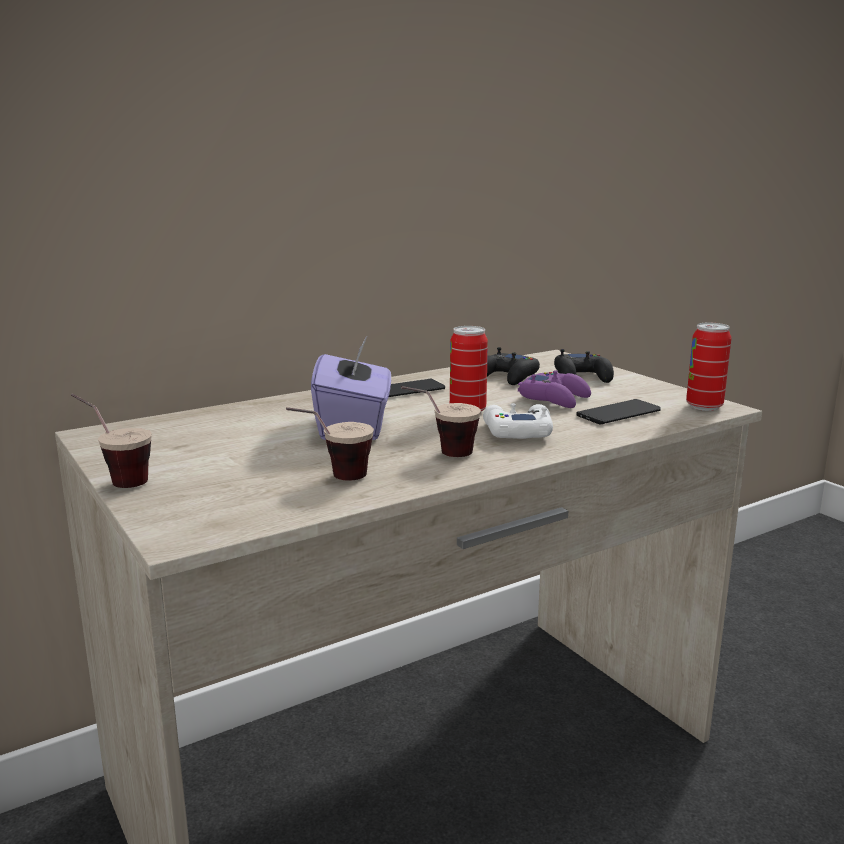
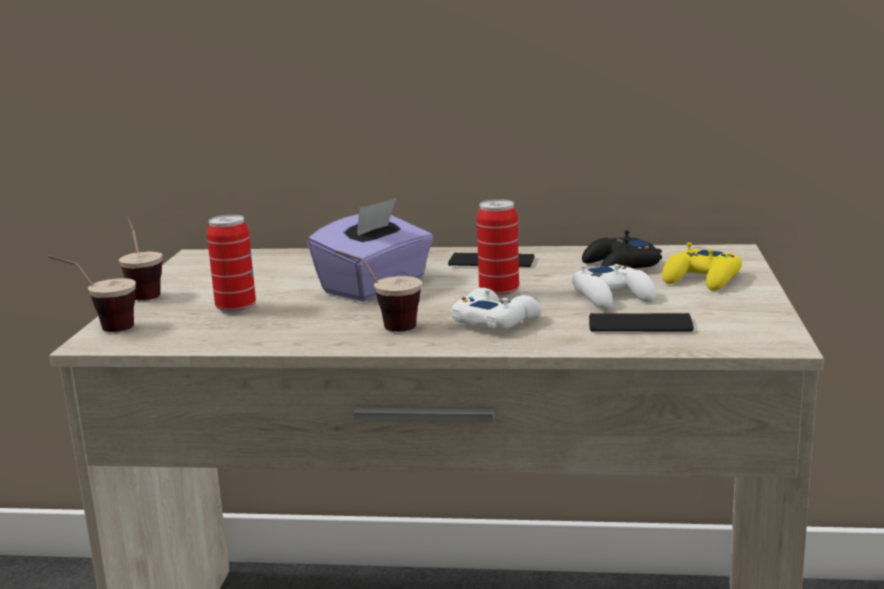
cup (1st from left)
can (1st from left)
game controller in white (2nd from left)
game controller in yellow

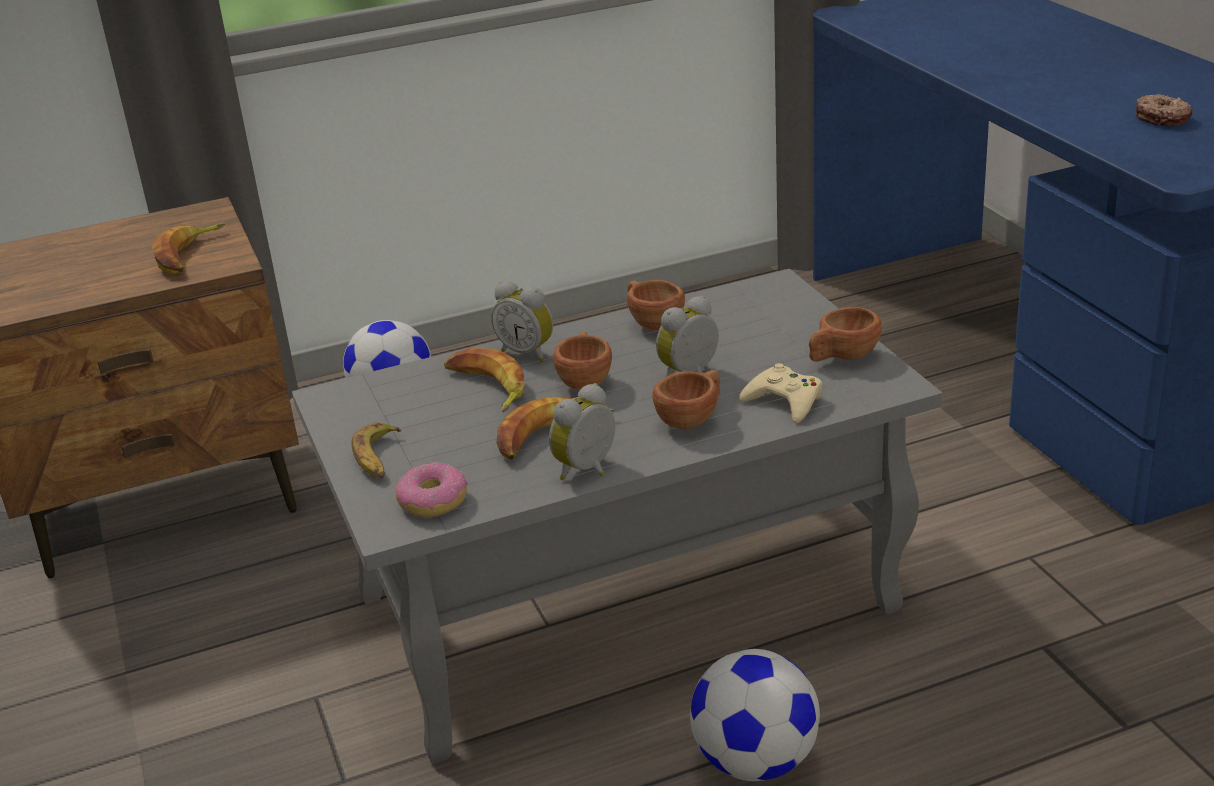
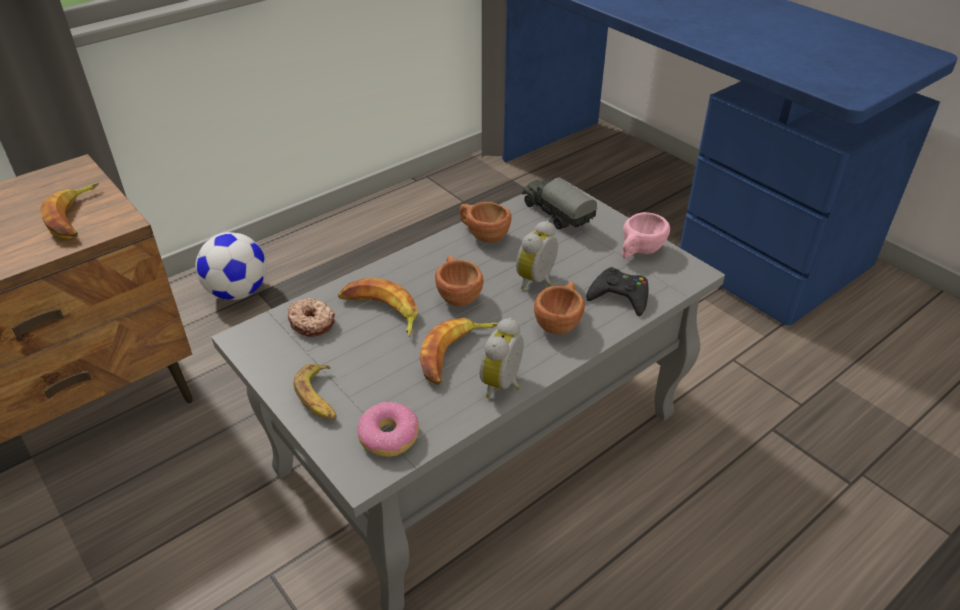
alarm clock (1st from left in the first image)
football (2nd from left in the first image)
toy truck
donut (1st from left)
game controller in black
cup in pink

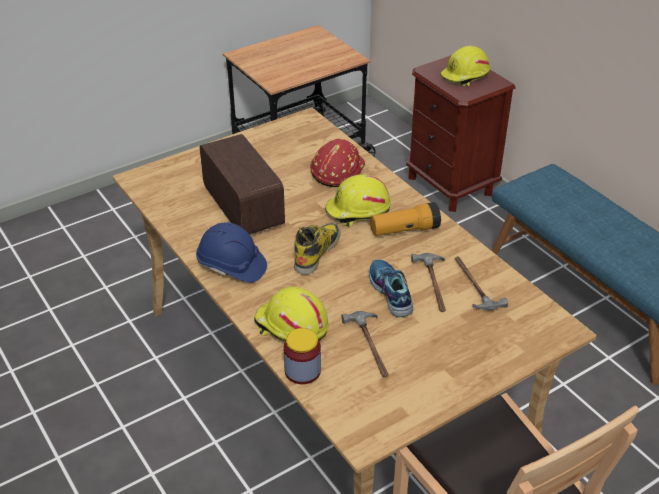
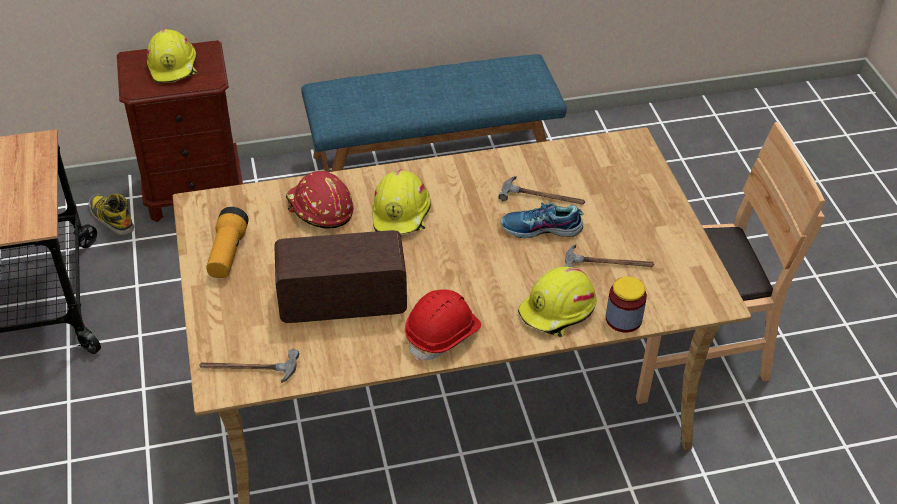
boot
flashlight
hammer (1st from left)
hard hat in red (2nd from left)

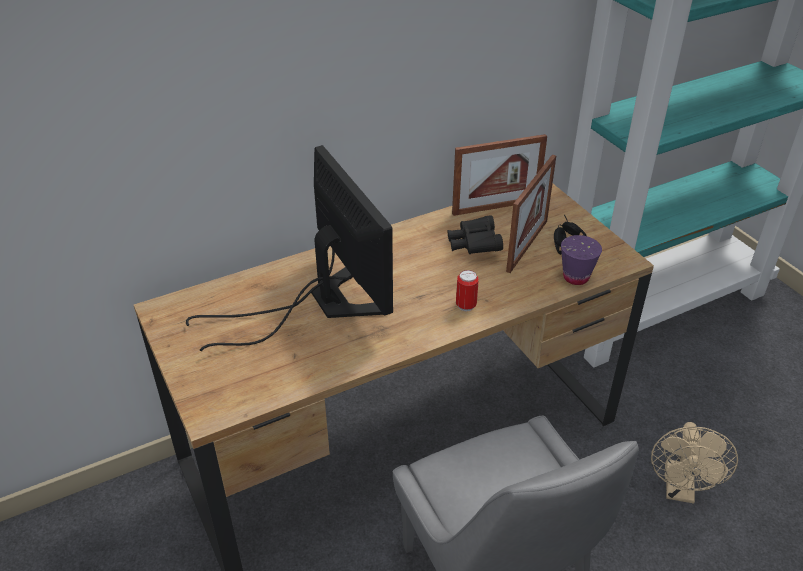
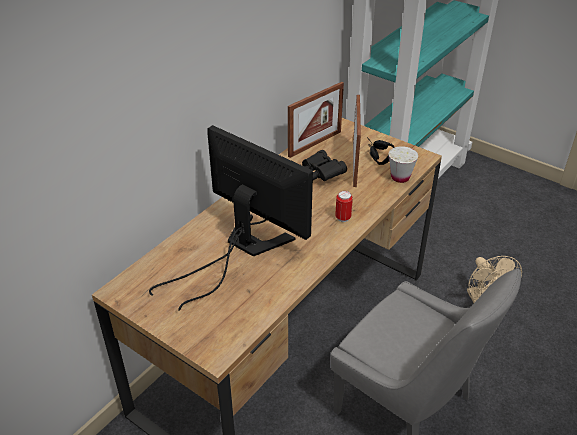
cup in white

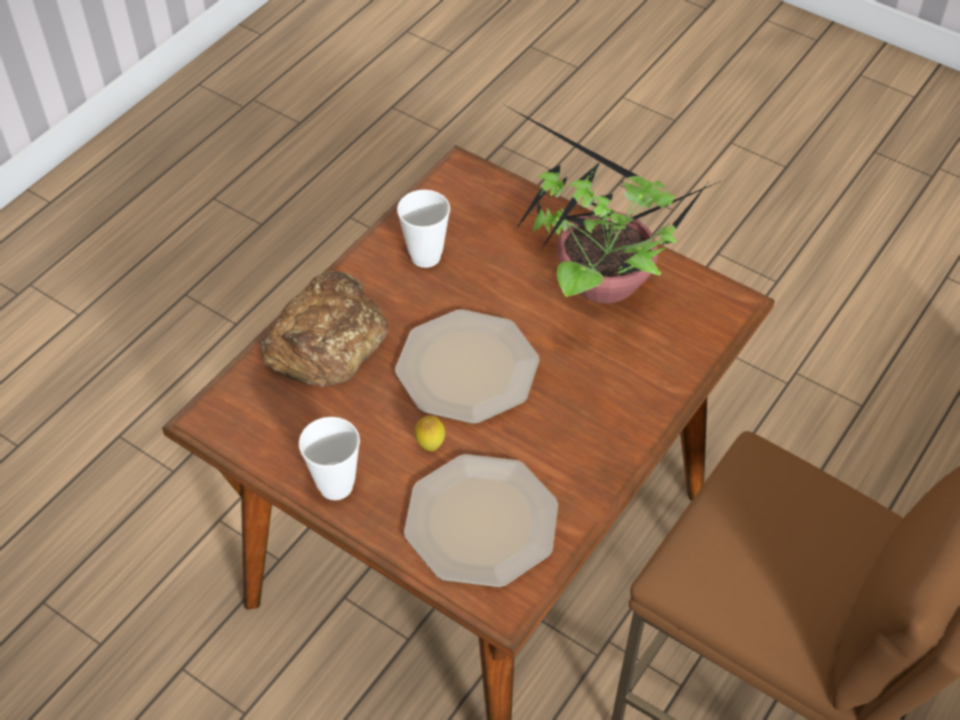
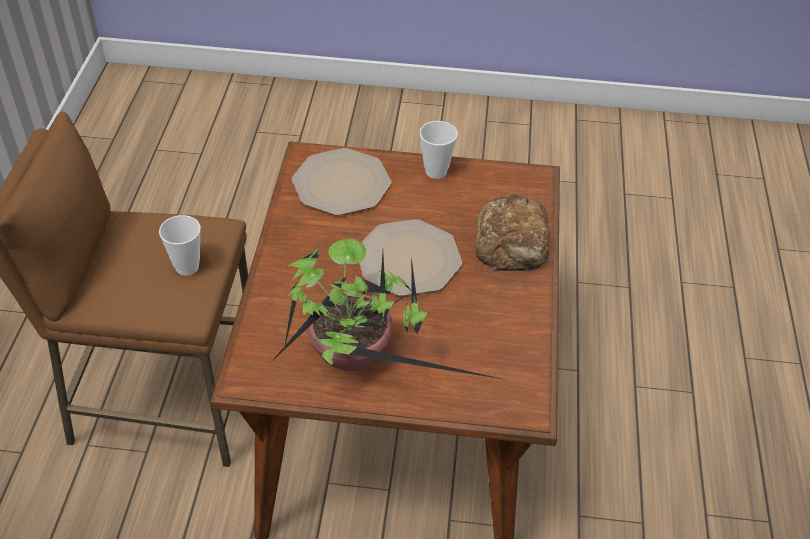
lemon
cup (1st from left)

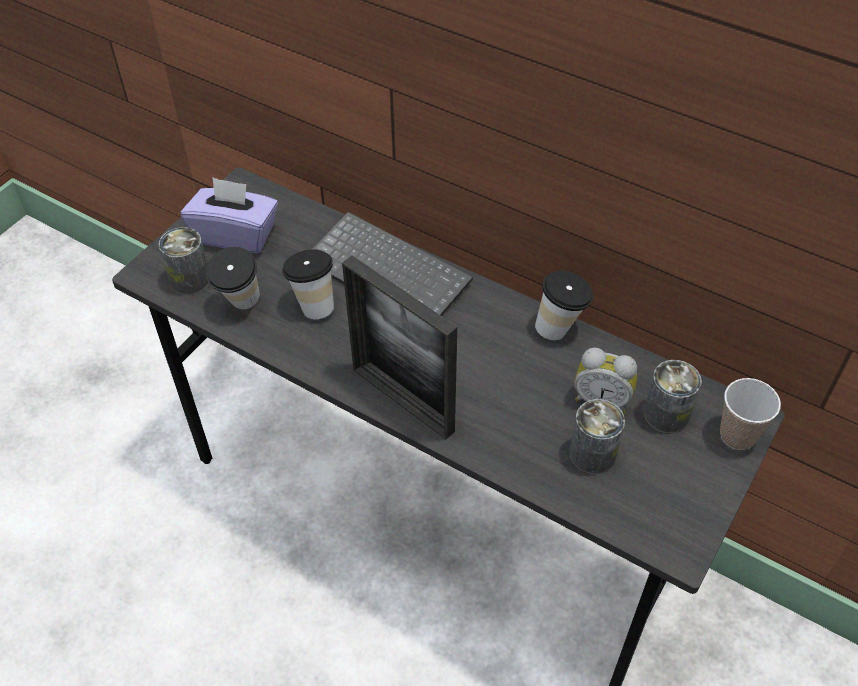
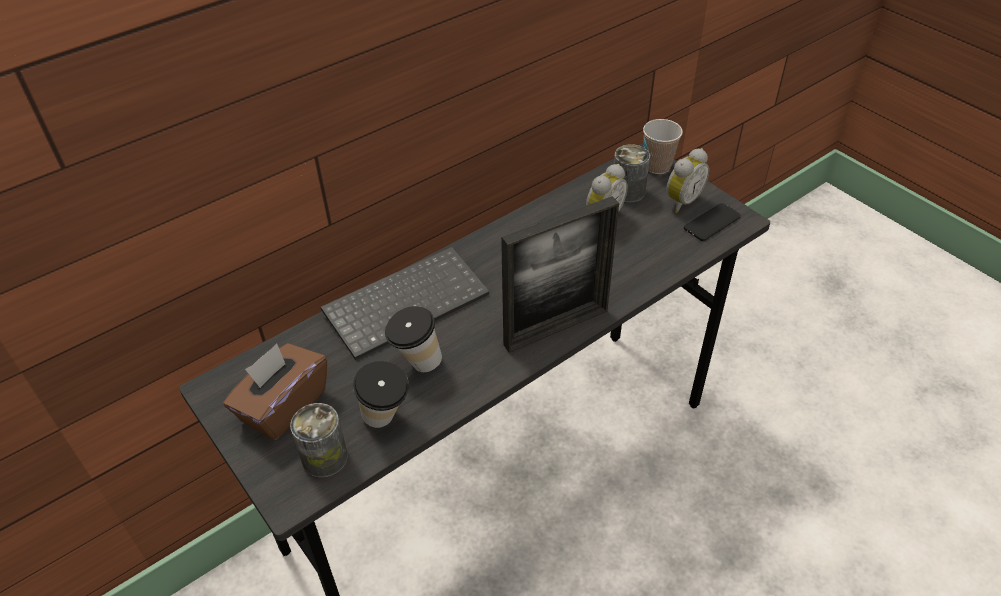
cup (3rd from left in the first image)
can (2nd from left in the first image)
alarm clock (2nd from left)
phone
tissue box in brown

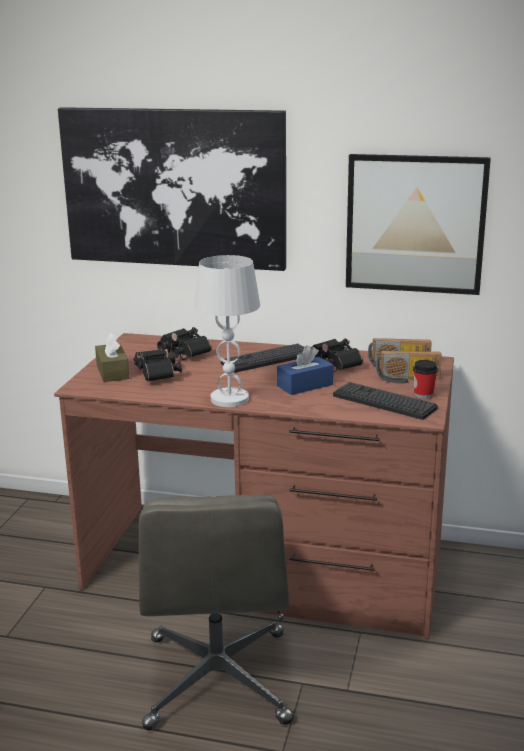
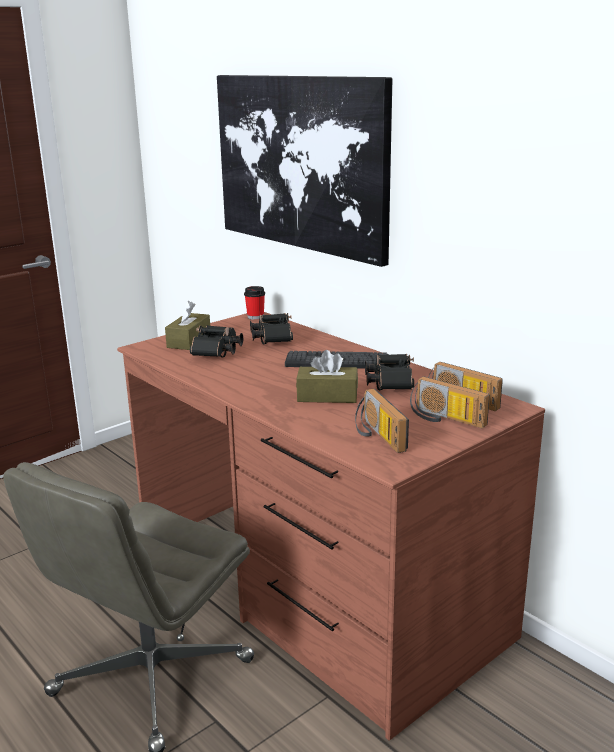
table lamp in white
picture (2nd from left in the first image)
cup
radio (1st from left)
tissue box in brown (2nd from left)

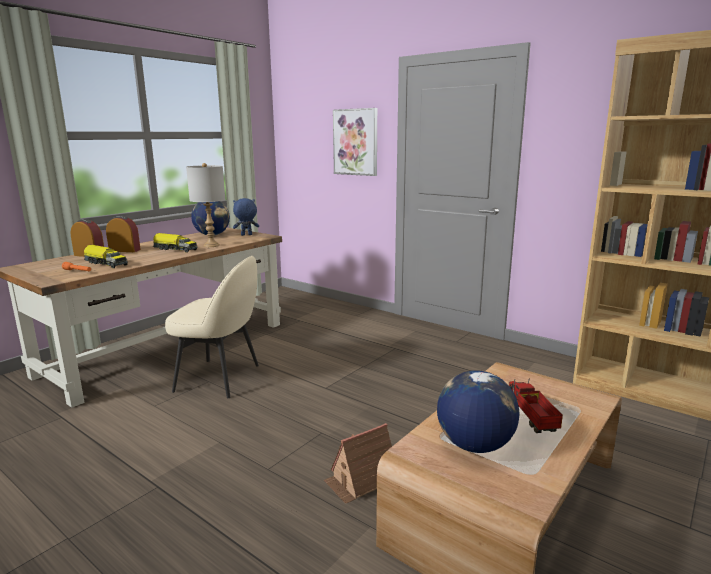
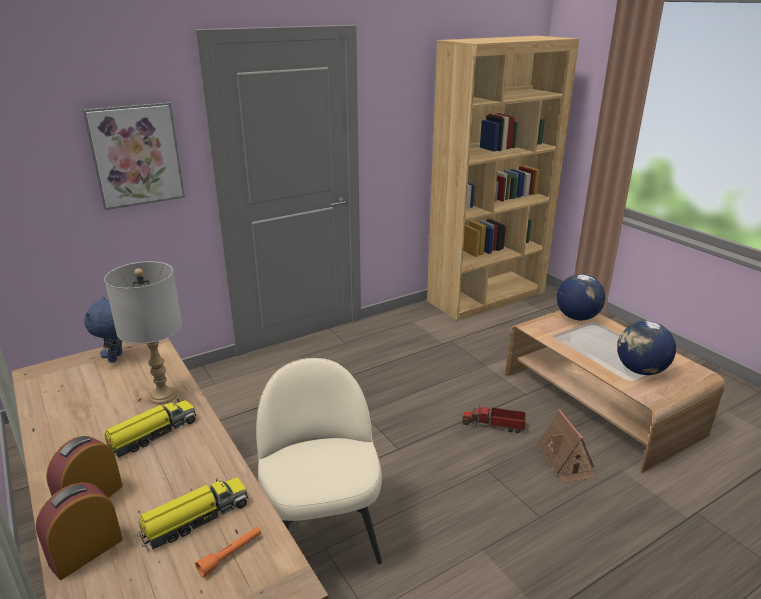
globe (1st from left)
toy truck (3rd from left)
chair in beige

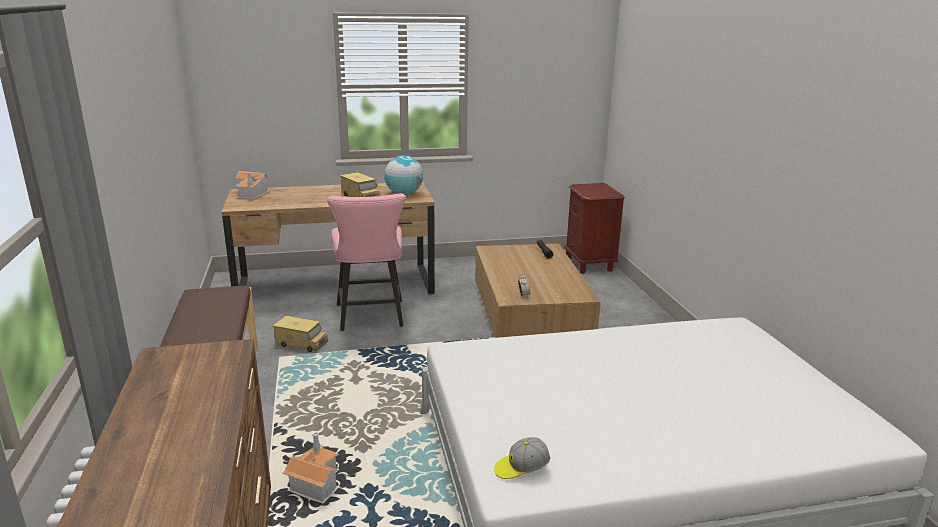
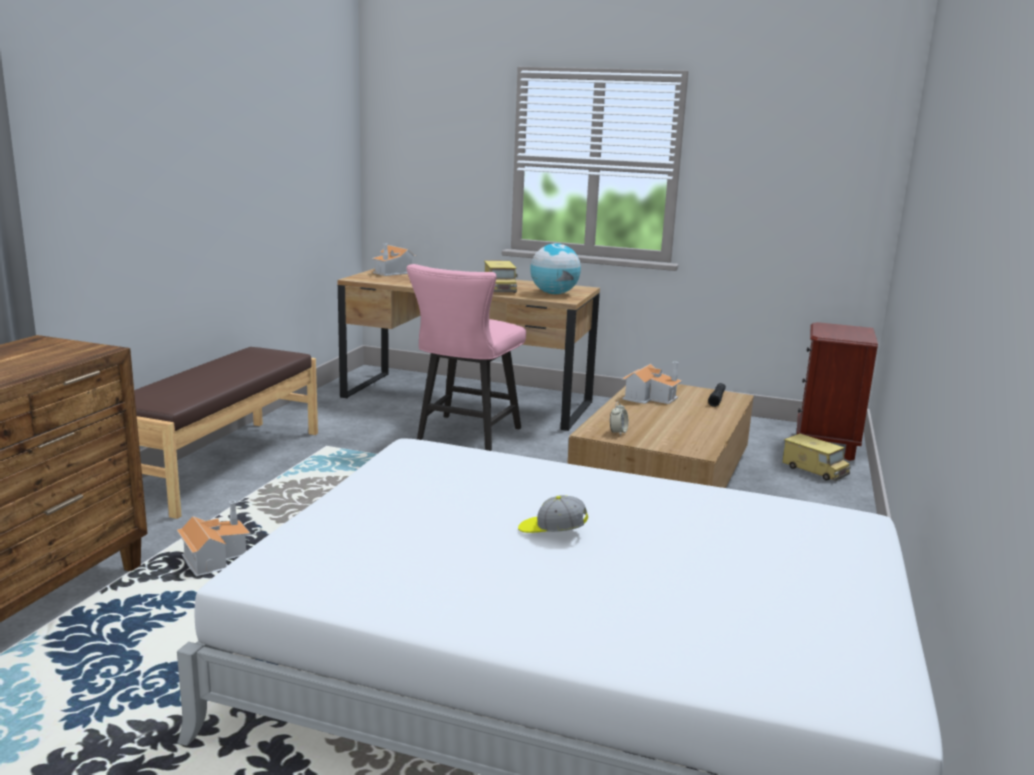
toy house (3rd from left)
toy truck (2nd from left)
cap

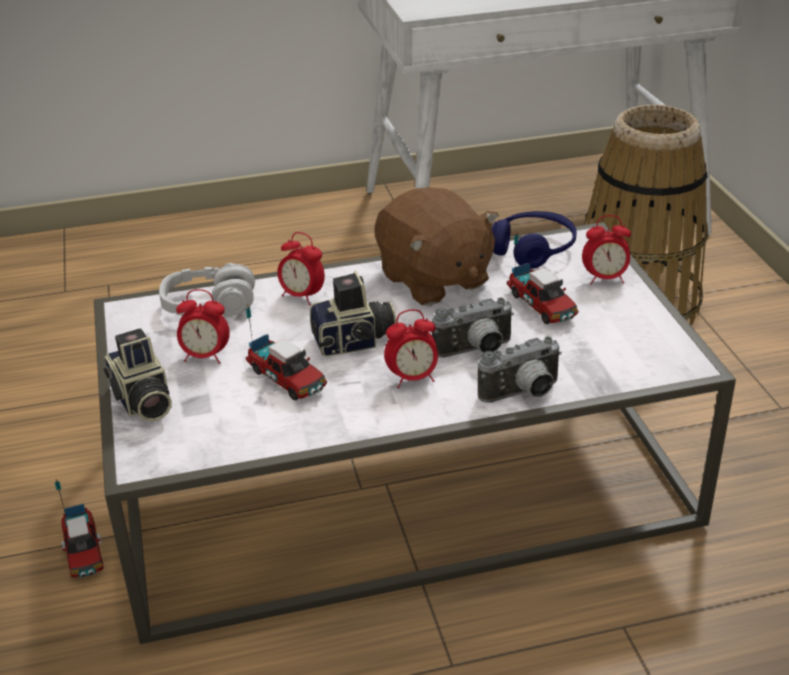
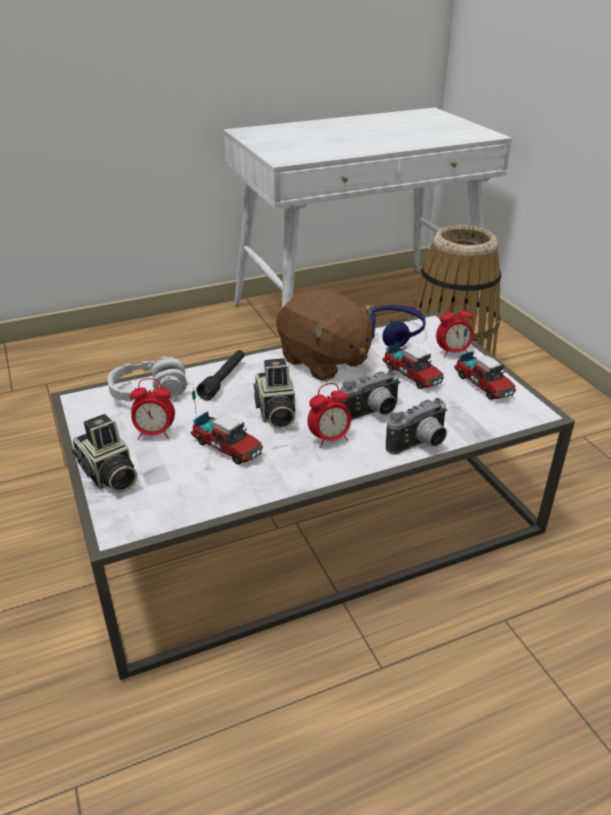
toy truck (3rd from left)
flashlight in black
photo camera (2nd from left)

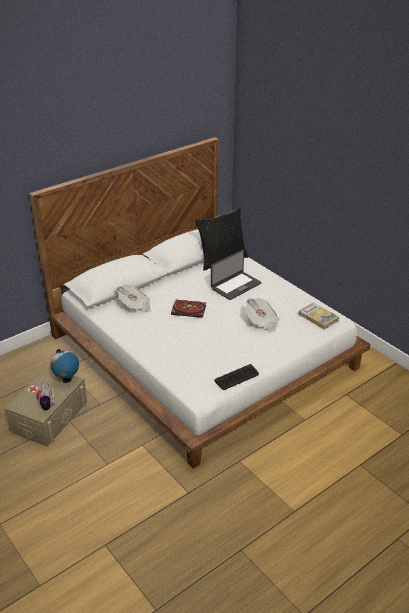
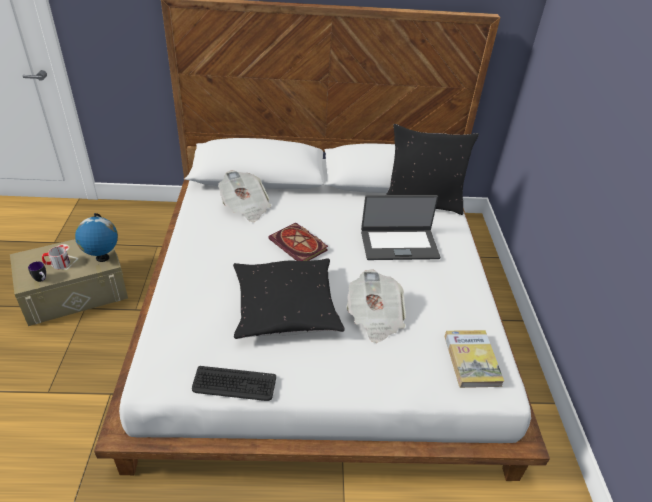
pillow in black (1st from left)

